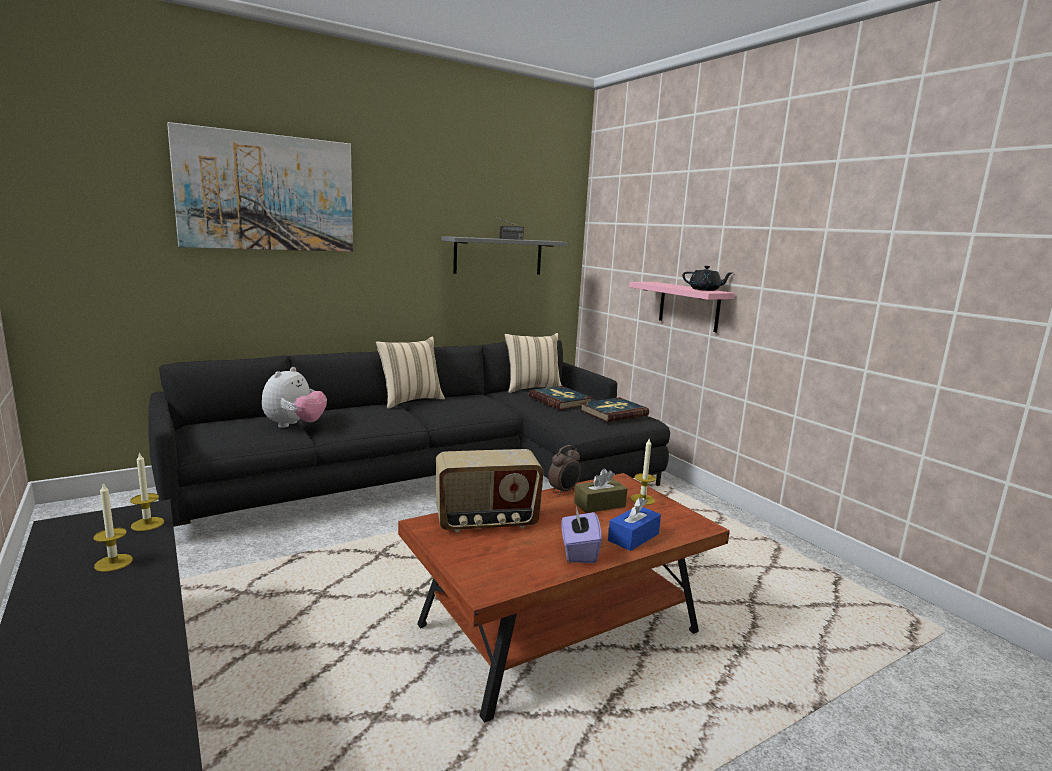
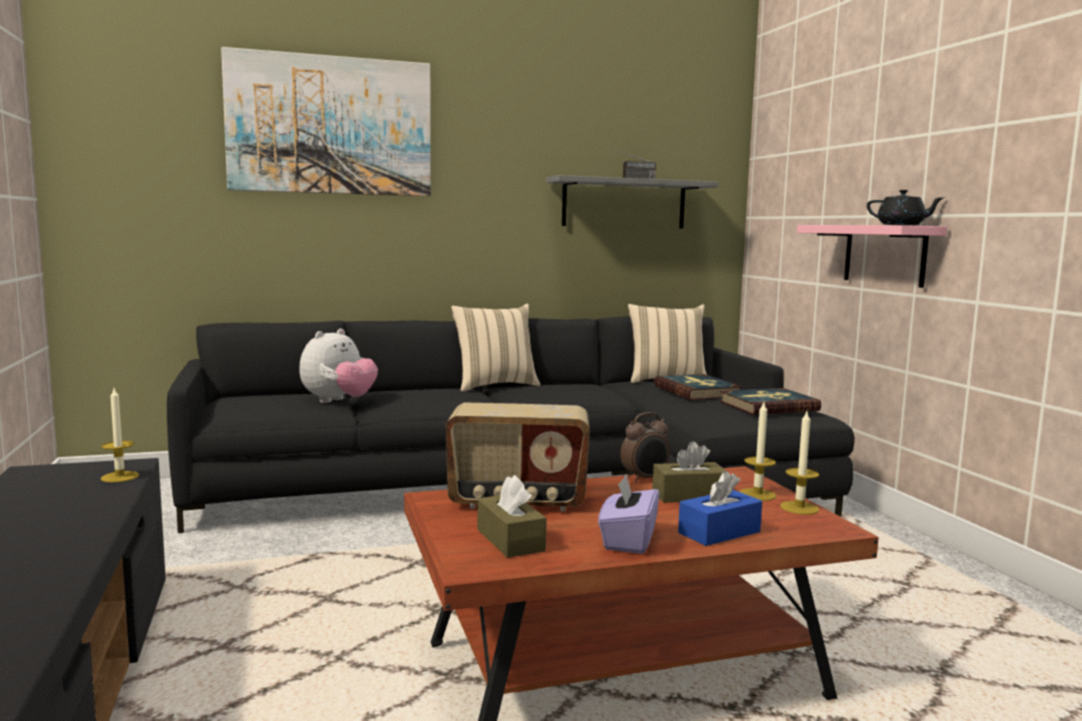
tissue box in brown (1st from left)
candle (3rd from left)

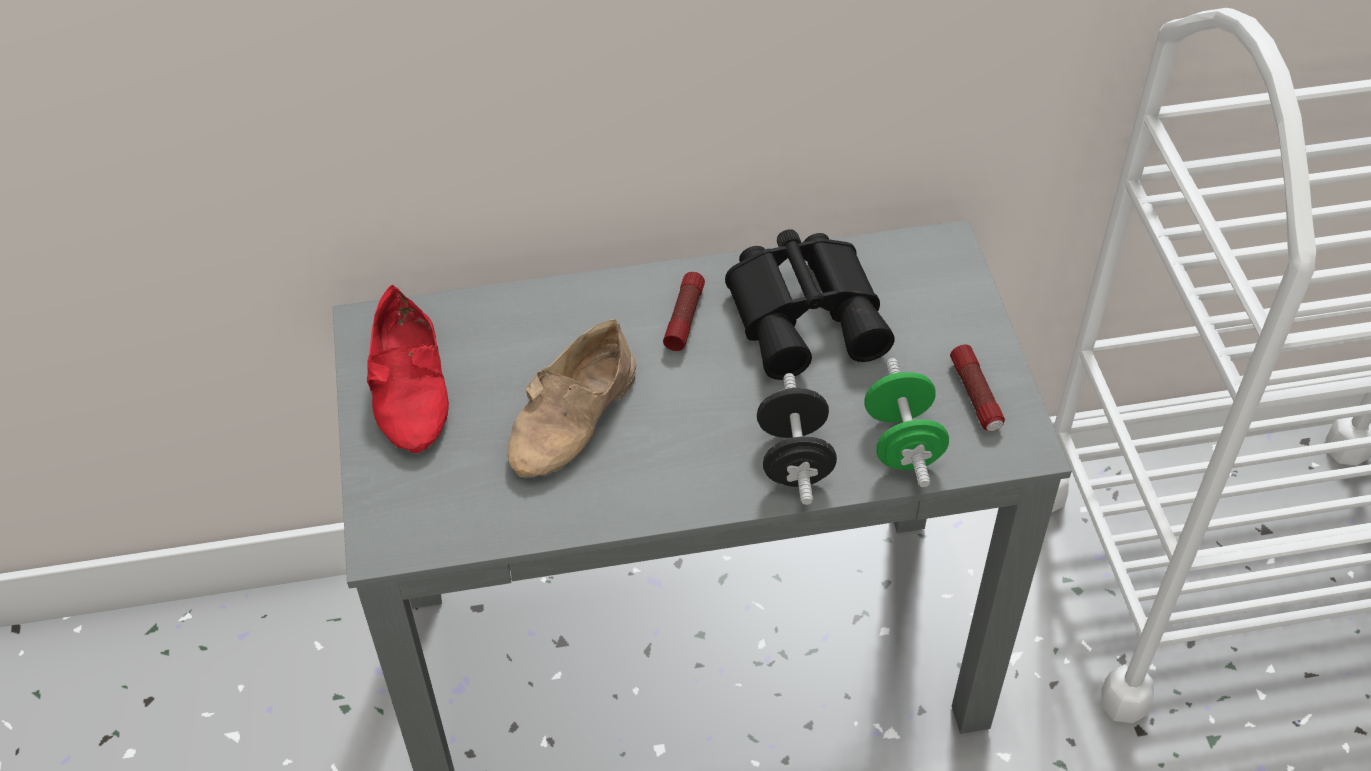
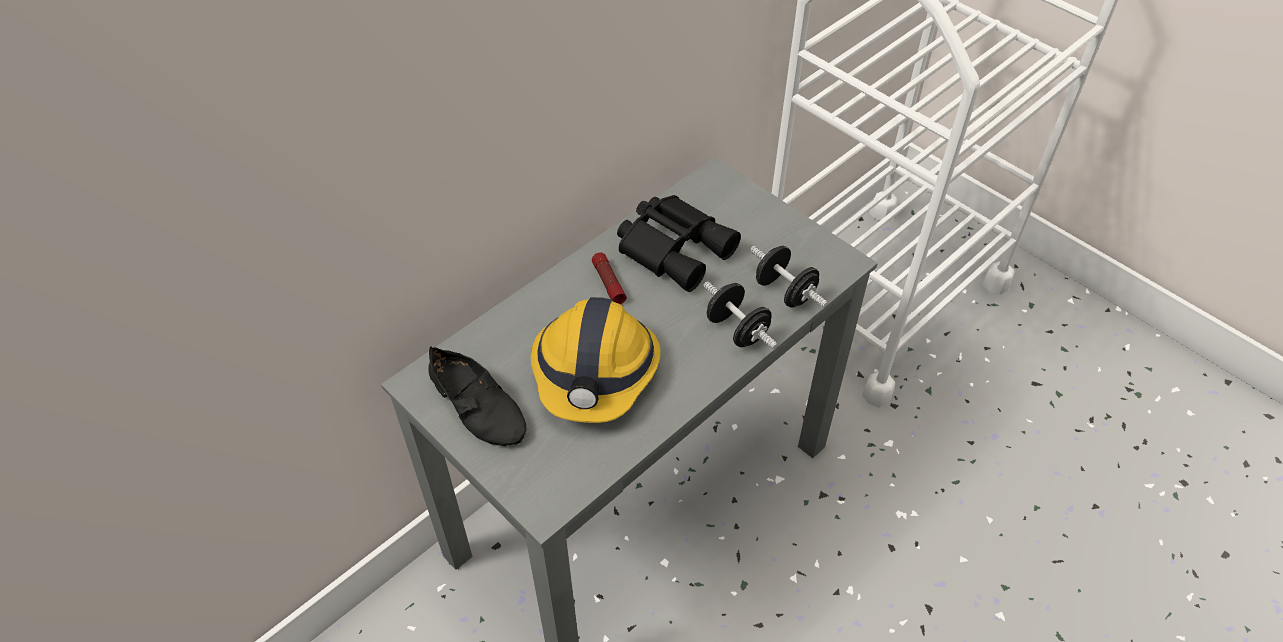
flashlight (2nd from left in the first image)
hard hat
shoe in black
dumbbell in black (2nd from left)

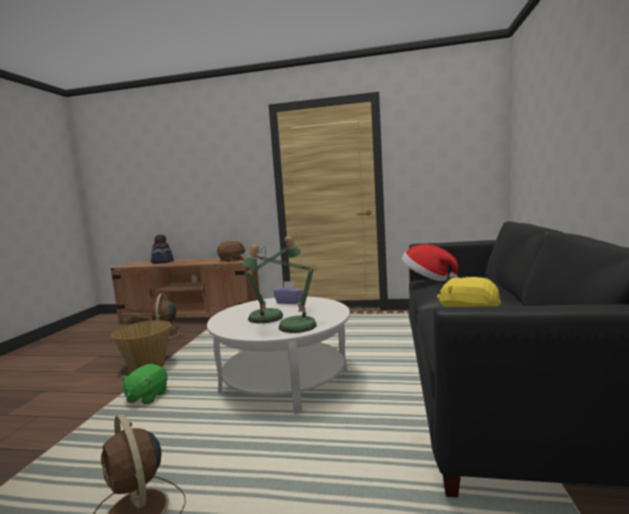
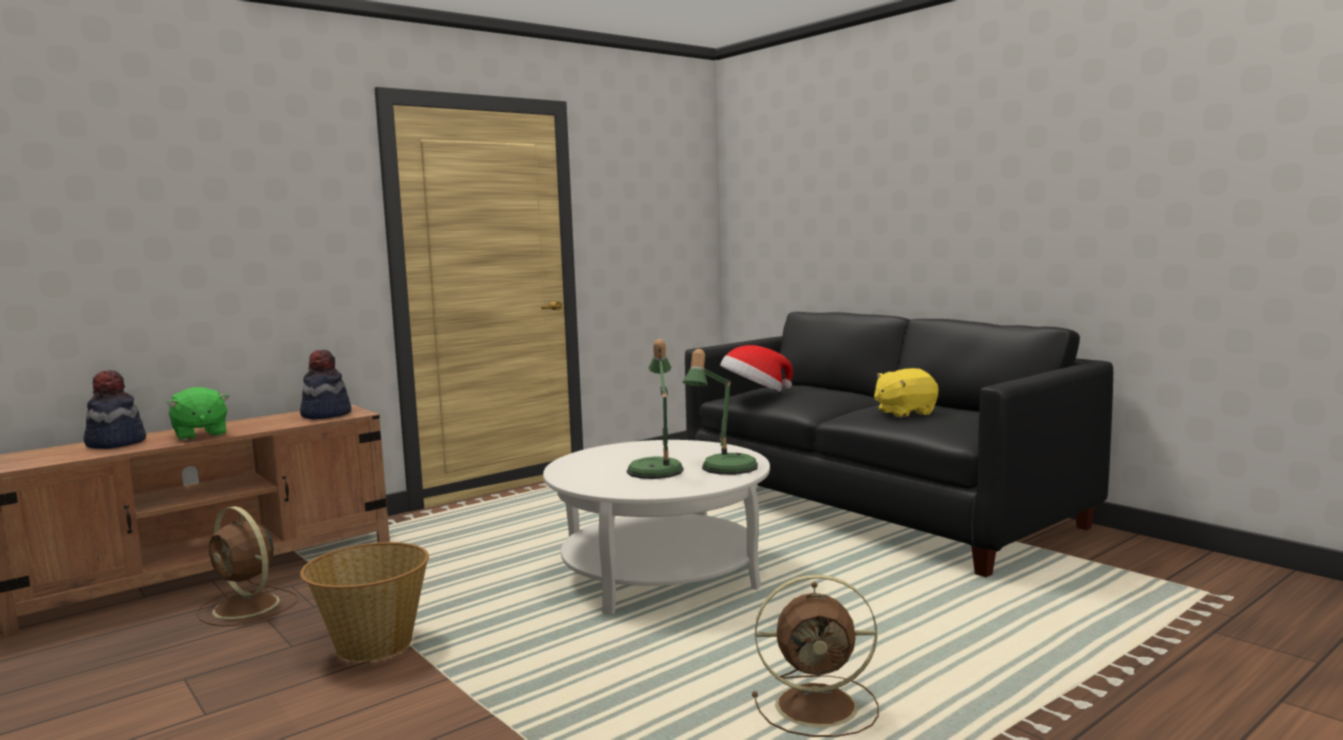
tissue box in purple
plush toy in green
hat (2nd from left)

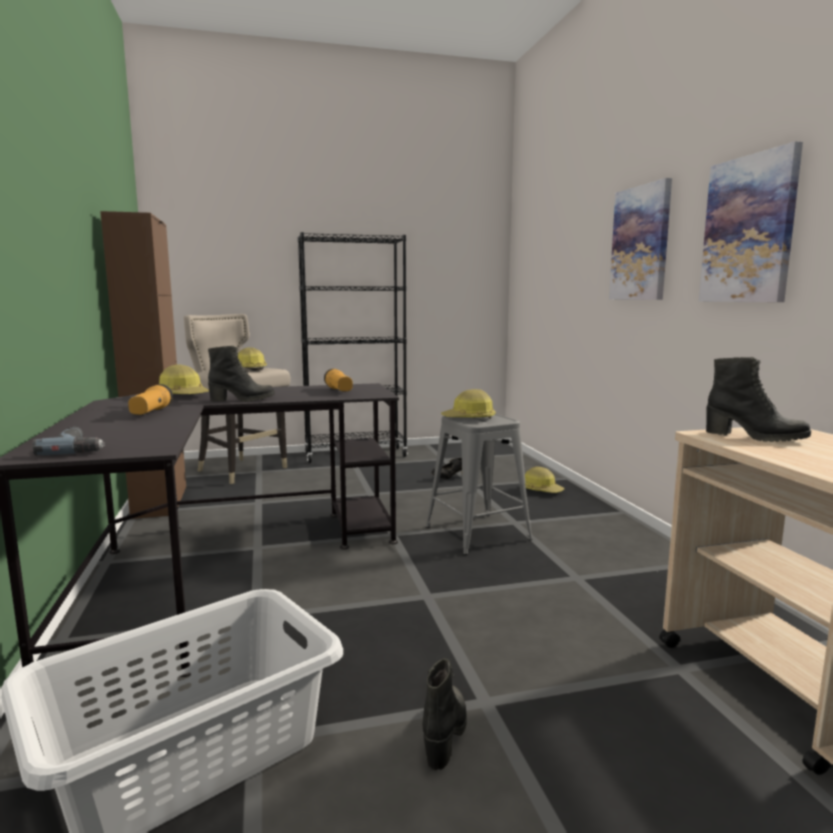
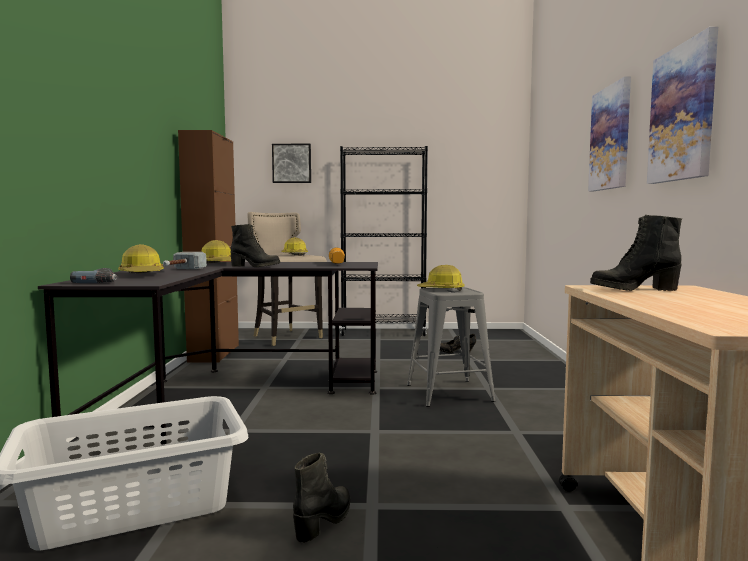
picture (1st from left)
hard hat (1st from left)
hammer
boot in black (3rd from left)

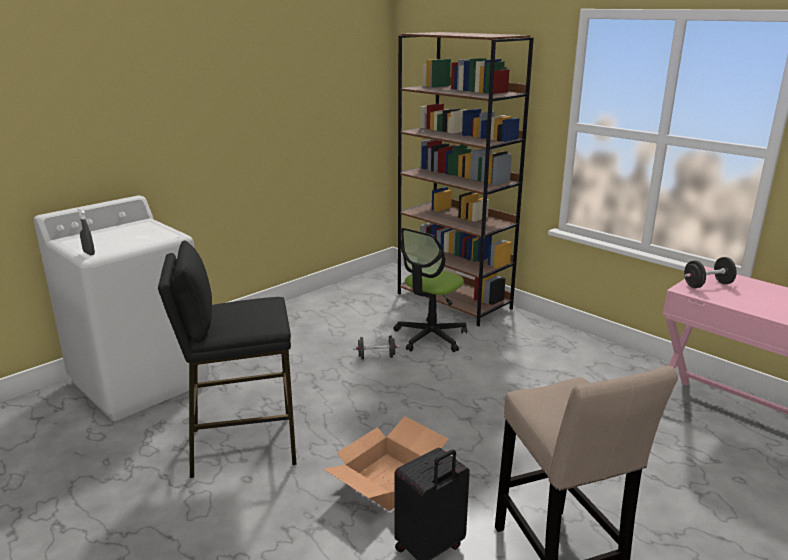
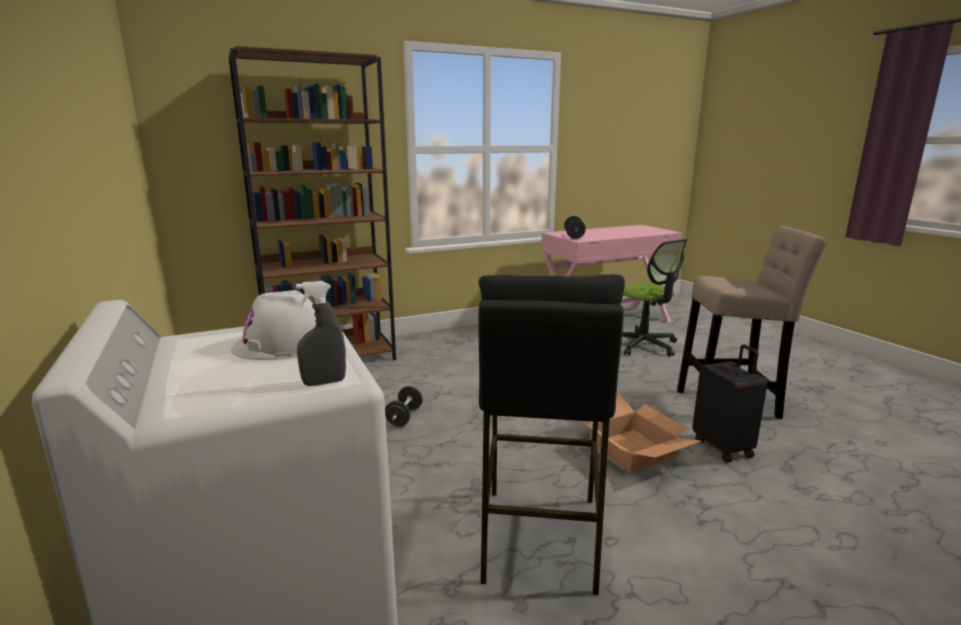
hard hat in white
office chair

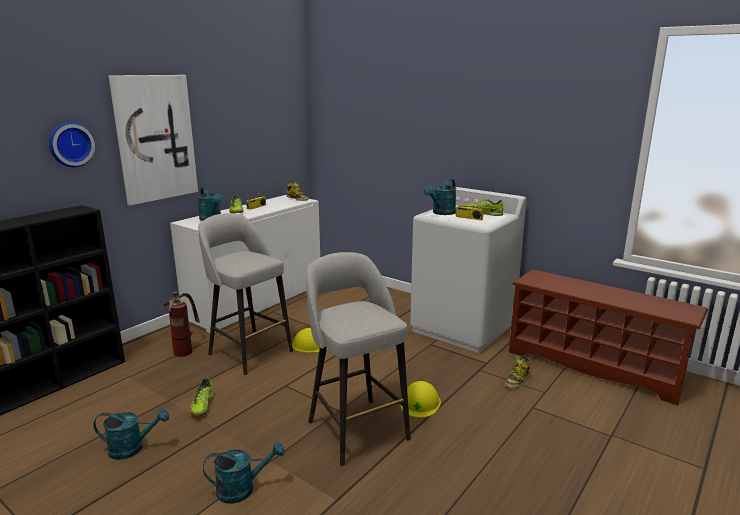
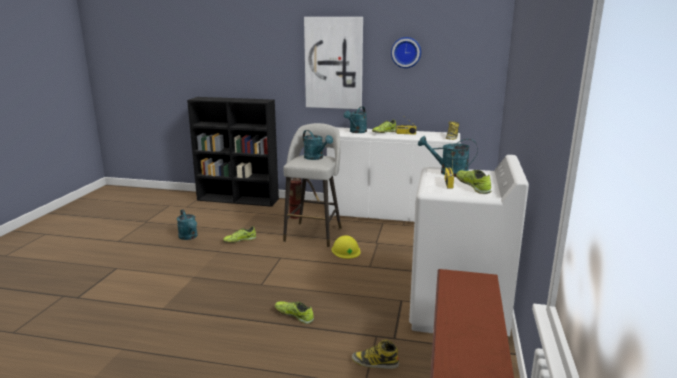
stool in grey (2nd from left in the first image)
wall clock
watering can in turquoise (2nd from left)
shoe (2nd from left)

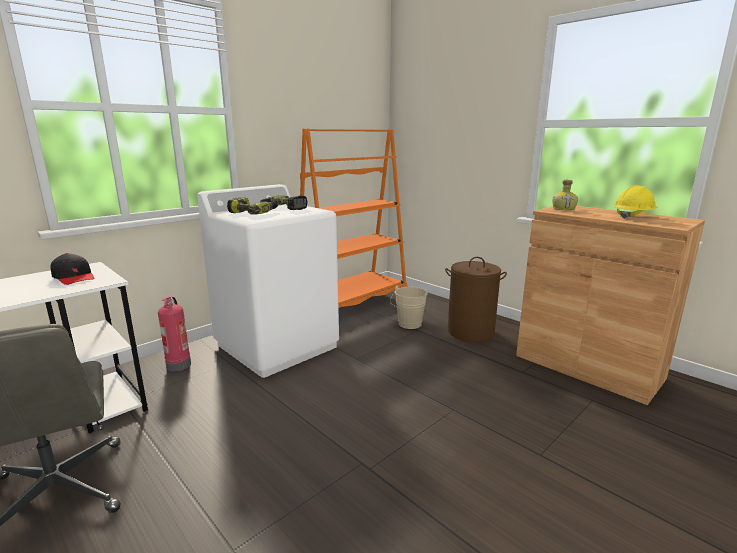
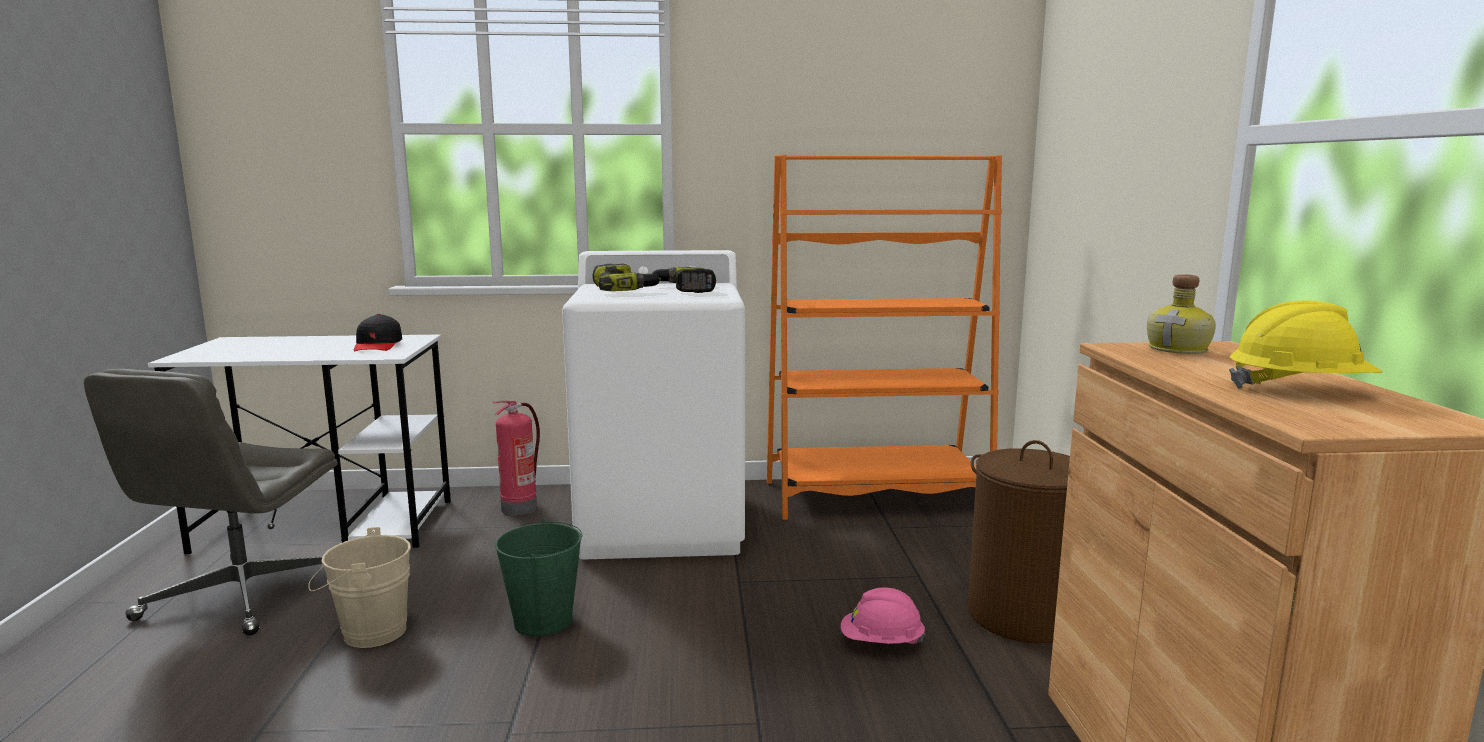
bucket in green
hard hat in pink
bucket in beige

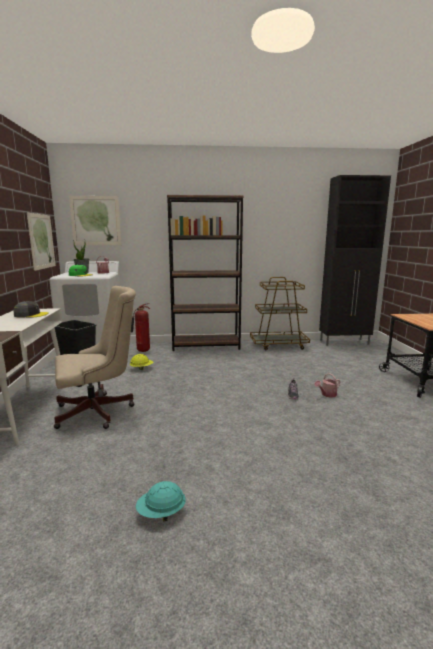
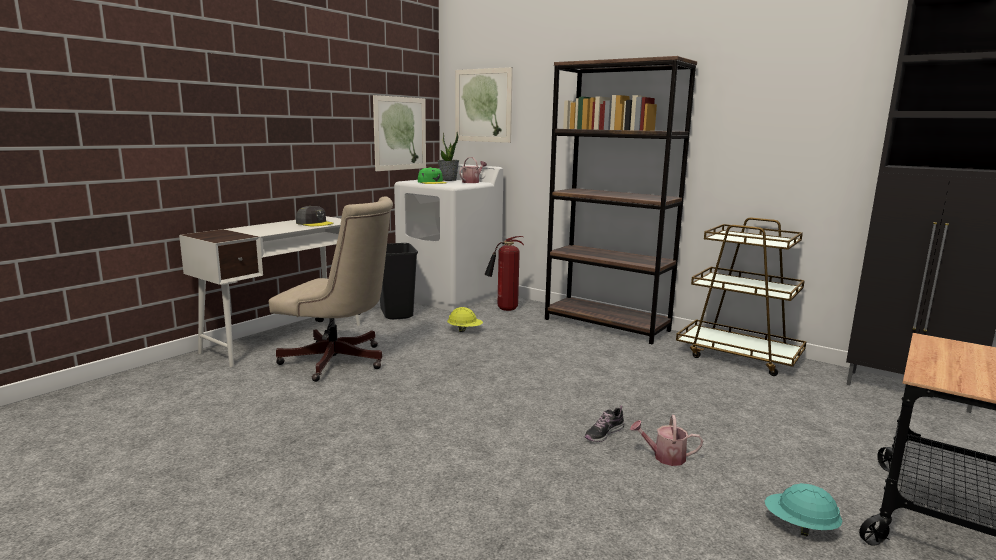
hard hat in turquoise

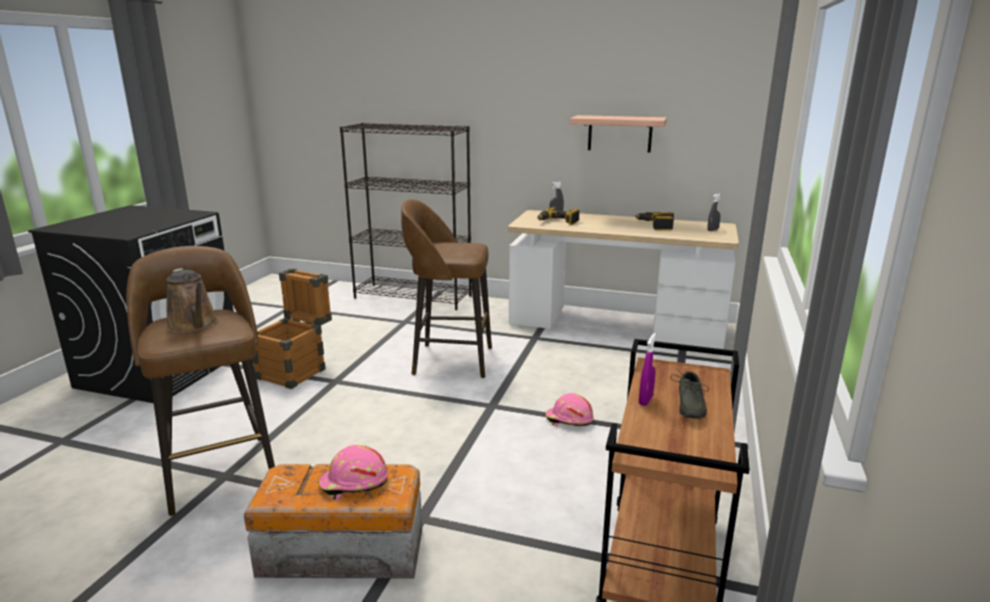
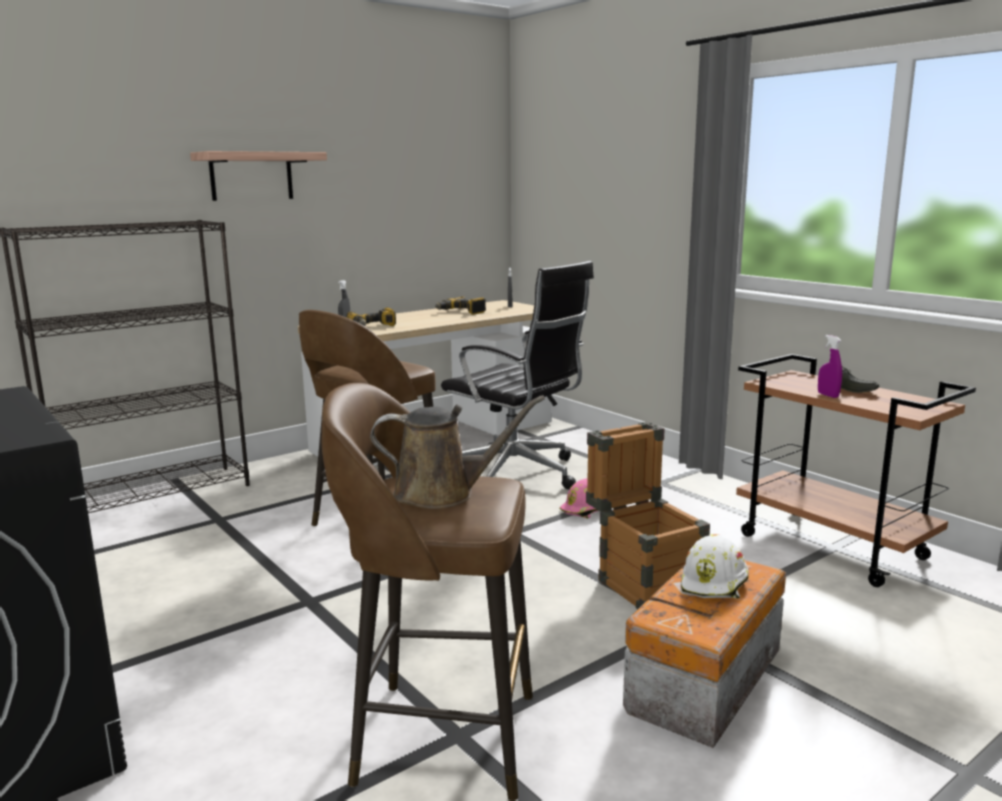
office chair in black
crate
shelf
hard hat in white

